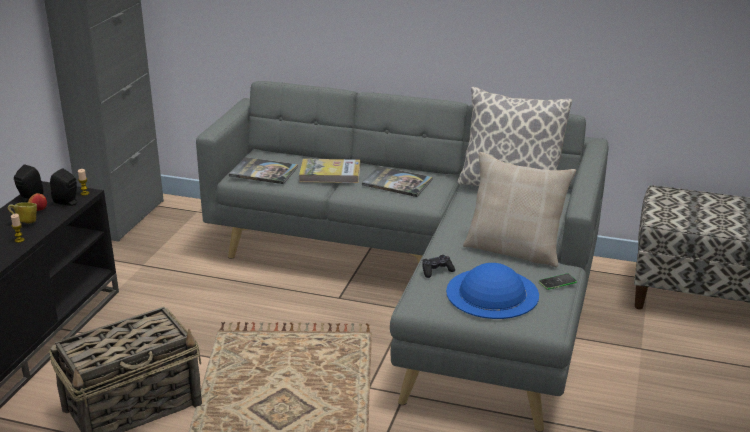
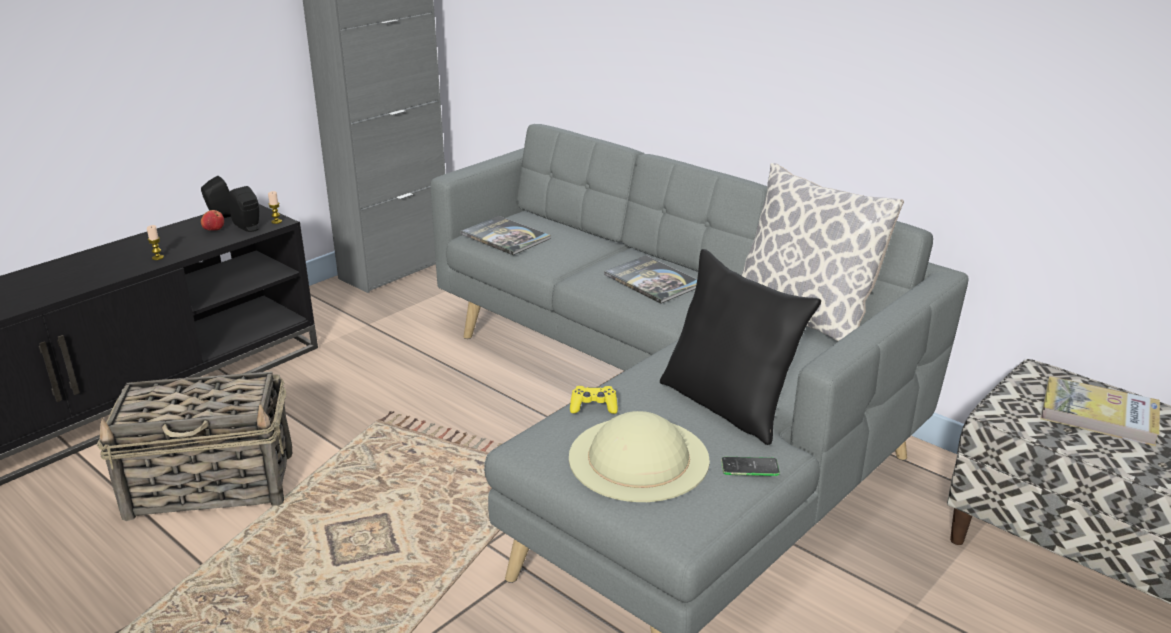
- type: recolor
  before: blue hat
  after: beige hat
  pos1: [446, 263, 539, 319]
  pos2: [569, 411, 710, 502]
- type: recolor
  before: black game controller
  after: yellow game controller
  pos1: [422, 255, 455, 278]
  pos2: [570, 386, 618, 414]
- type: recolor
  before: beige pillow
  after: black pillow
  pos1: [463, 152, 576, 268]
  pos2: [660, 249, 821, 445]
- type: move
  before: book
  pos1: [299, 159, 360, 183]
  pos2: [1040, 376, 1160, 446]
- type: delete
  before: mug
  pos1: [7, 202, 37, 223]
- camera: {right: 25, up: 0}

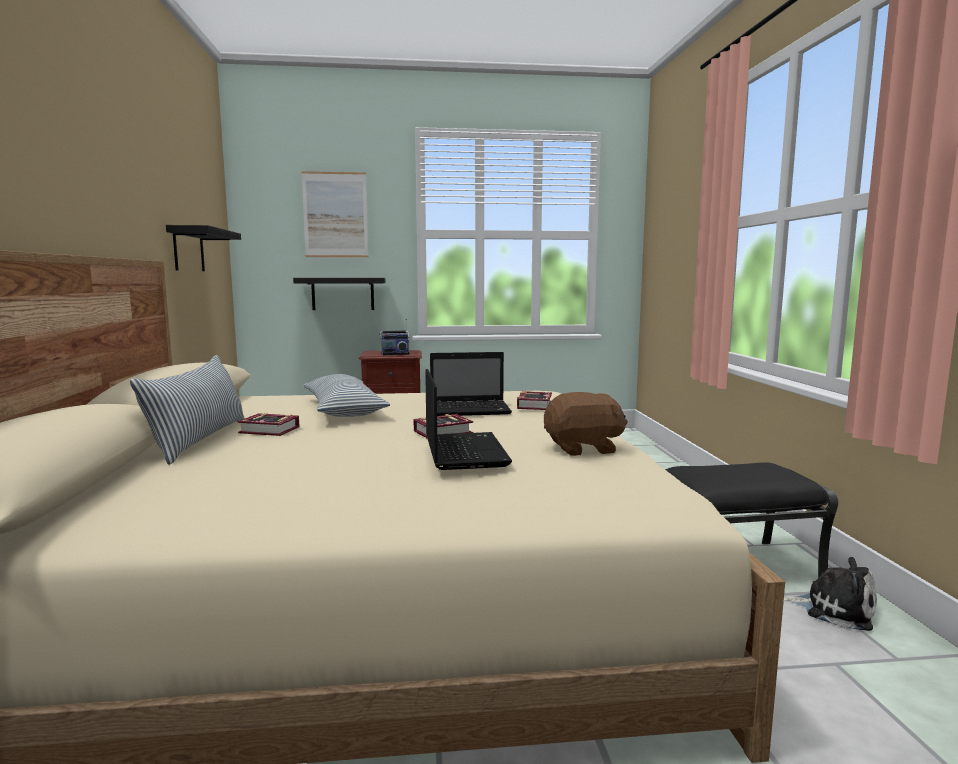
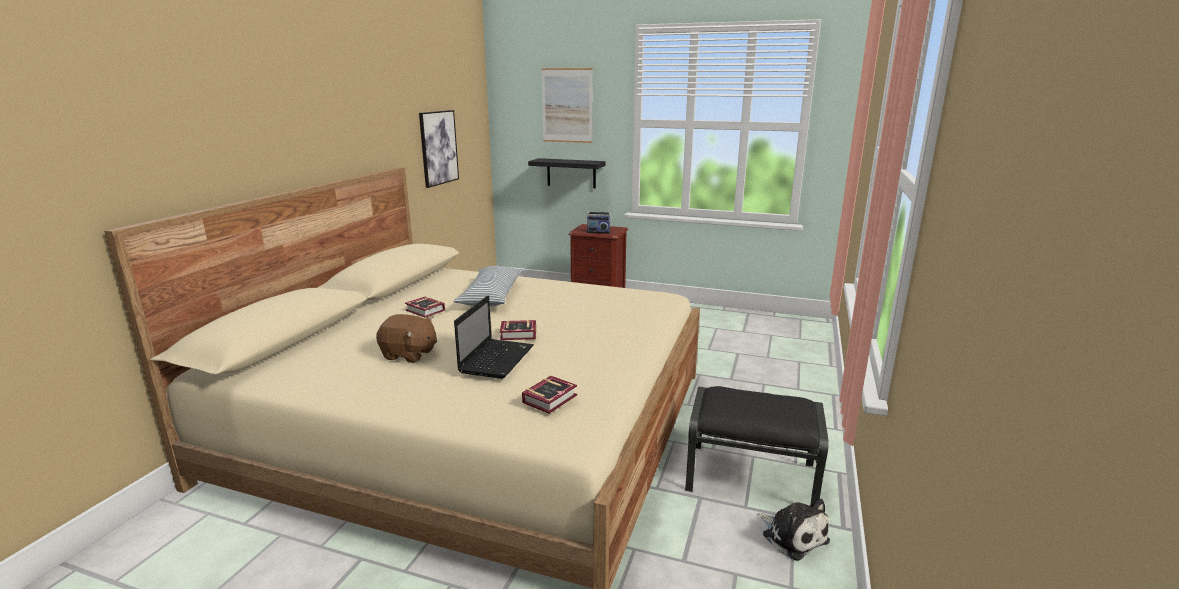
- type: move
  before: brown plush toy
  pos1: [544, 392, 628, 456]
  pos2: [376, 314, 437, 363]
- type: replace
  before: black shelf
  after: picture
  pos1: [166, 225, 241, 271]
  pos2: [419, 110, 459, 188]
- type: move
  before: book
  pos1: [517, 391, 552, 410]
  pos2: [522, 376, 577, 414]
- type: delete
  before: pillow
  pos1: [130, 355, 245, 465]
- type: delete
  before: laptop
  pos1: [430, 352, 512, 416]
- camera: {right: 25, up: 10}

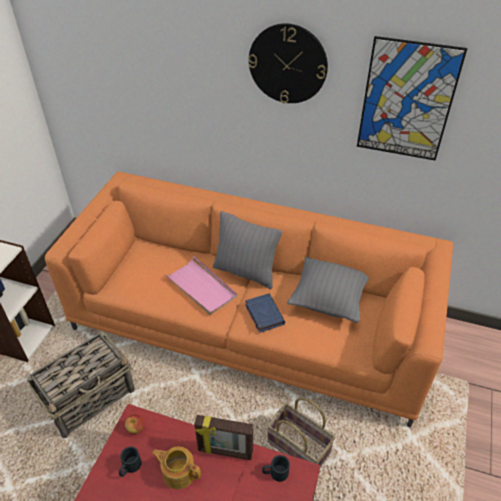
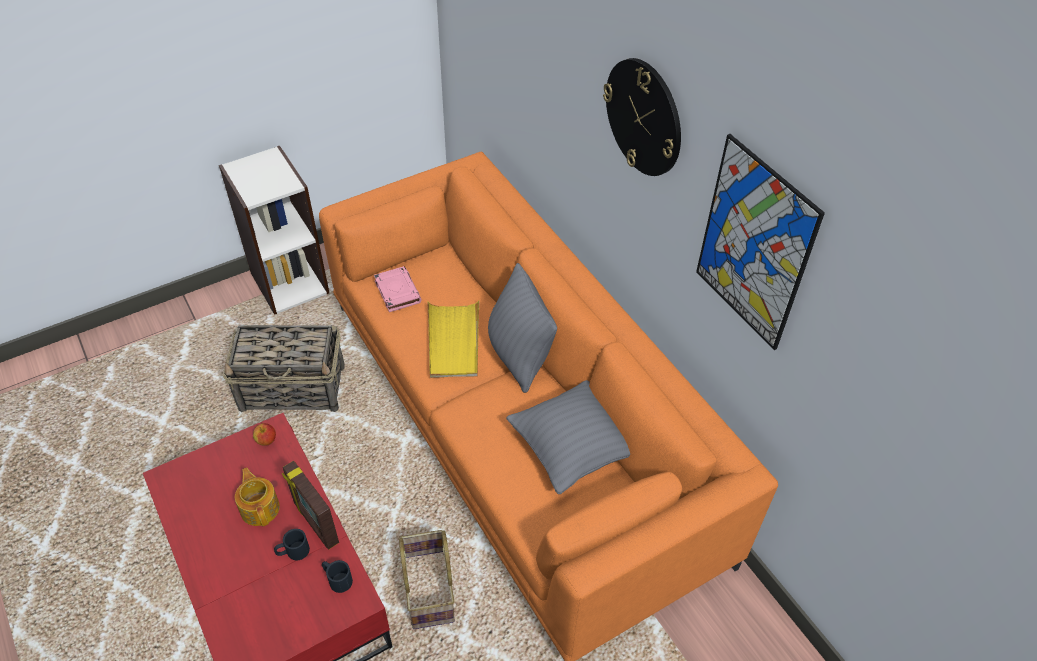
- type: move
  before: black mug
  pos1: [119, 446, 142, 477]
  pos2: [274, 529, 310, 560]
- type: insert
  after: pink book
  pos2: [374, 266, 422, 312]
- type: recolor
  before: pink tray
  after: yellow tray
  pos1: [164, 256, 237, 315]
  pos2: [428, 300, 479, 378]
- type: delete
  before: blue book
  pos1: [245, 294, 285, 333]
- camera: {right: 40, up: 5}

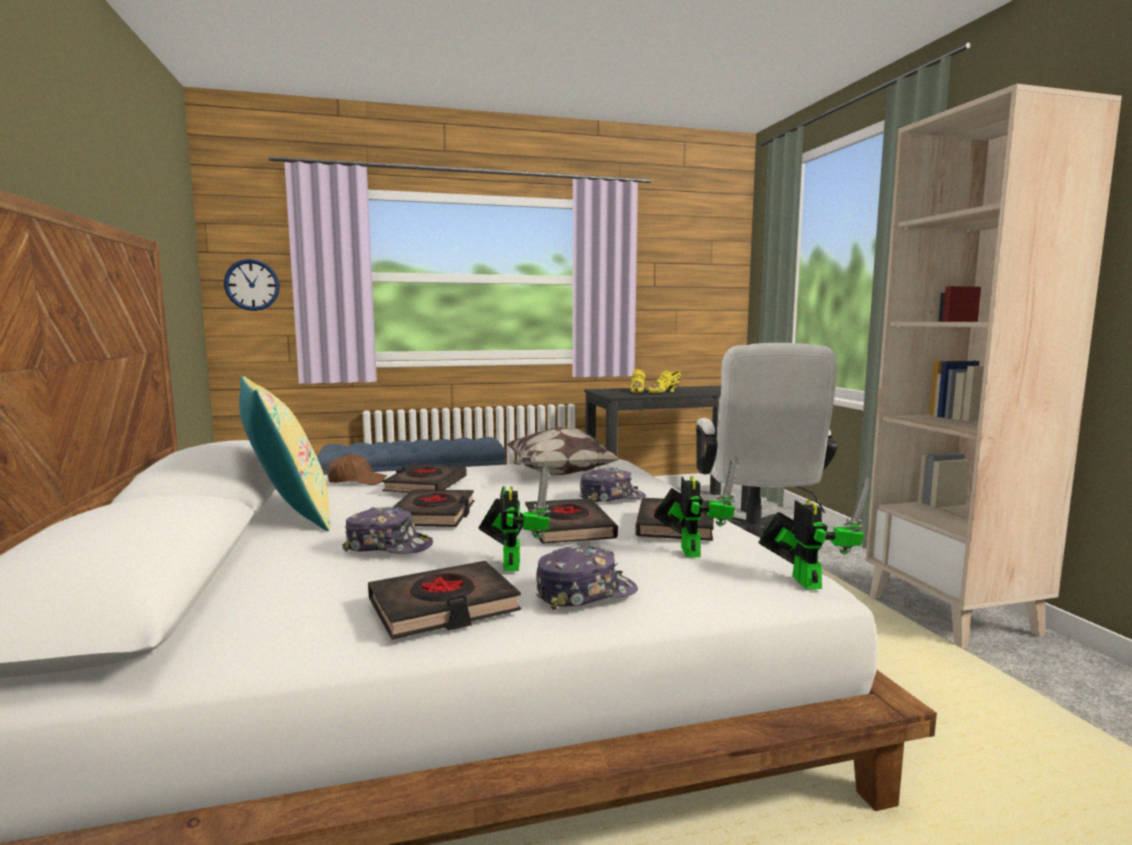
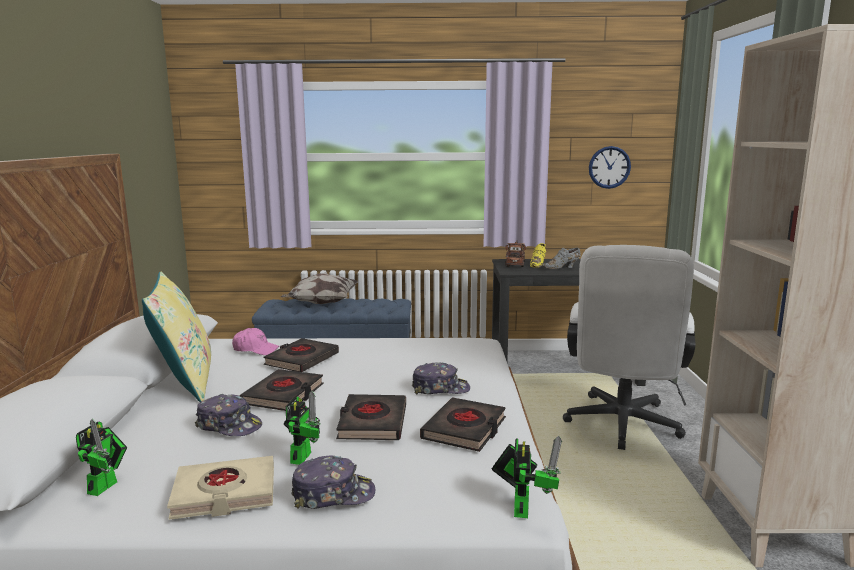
- type: move
  before: toy robot
  pos1: [654, 456, 739, 557]
  pos2: [76, 419, 127, 496]
- type: recolor
  before: black book
  after: beige book
  pos1: [368, 561, 521, 640]
  pos2: [167, 456, 274, 520]
- type: recolor
  before: brown cap
  after: pink cap
  pos1: [327, 454, 387, 485]
  pos2: [232, 328, 280, 355]
- type: move
  before: pillow
  pos1: [506, 426, 620, 476]
  pos2: [281, 273, 358, 304]
- type: insert
  after: toy truck
  pos2: [505, 241, 526, 267]
- type: recolor
  before: yellow shoe
  after: grey shoe
  pos1: [646, 370, 681, 393]
  pos2: [542, 248, 581, 269]
- type: move
  before: wall clock
  pos1: [224, 259, 280, 311]
  pos2: [589, 146, 631, 189]
- camera: {right: 15, up: 5}

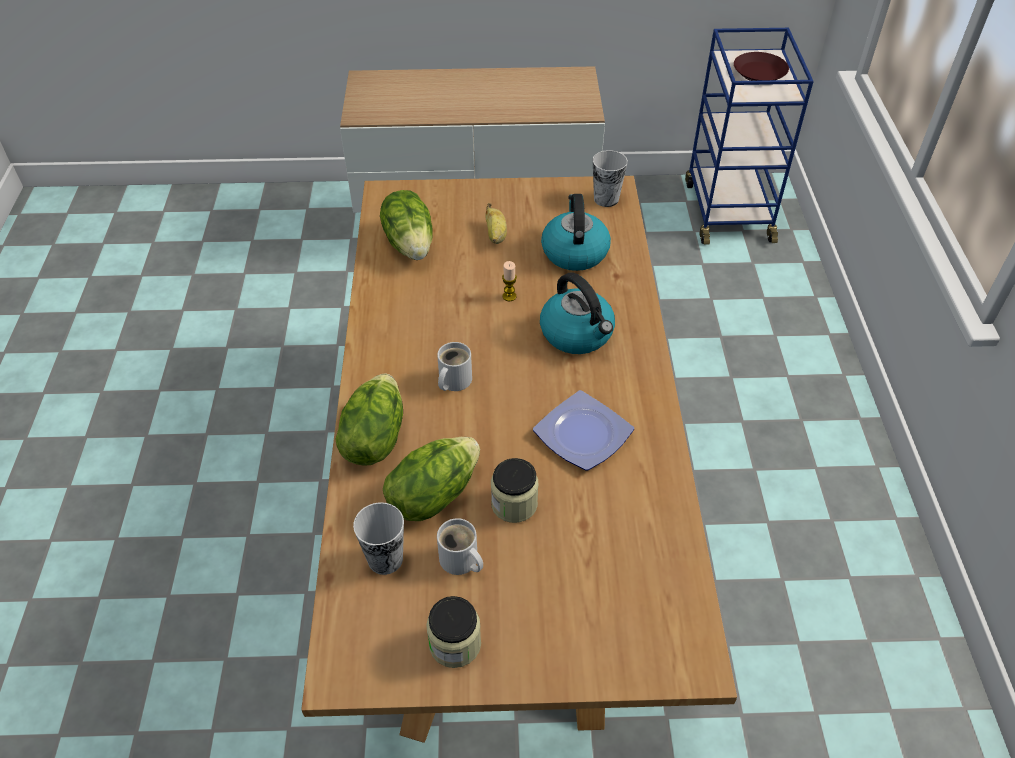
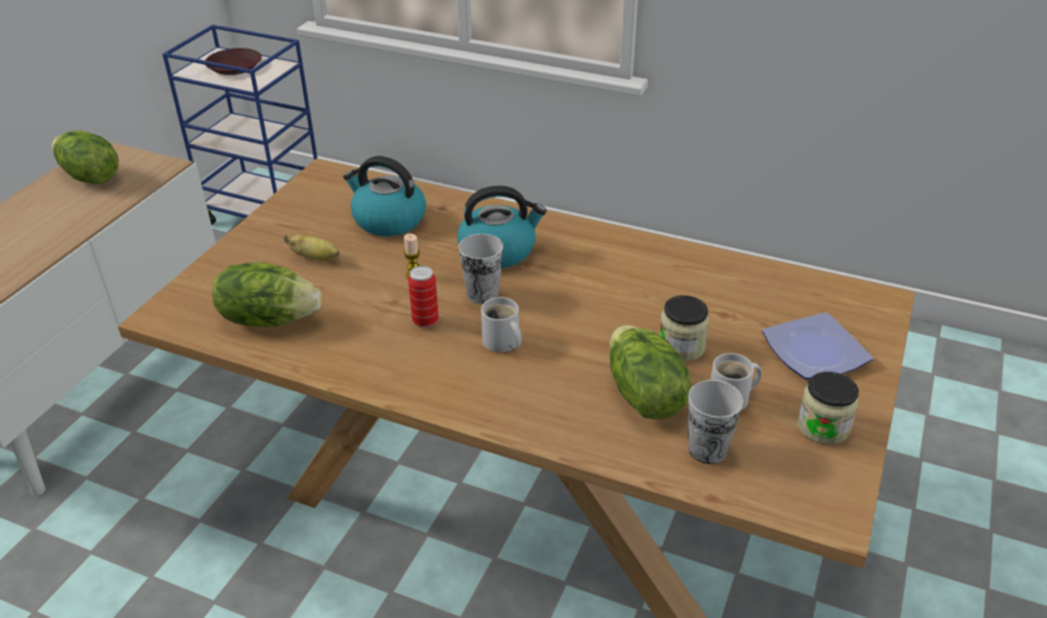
- type: move
  before: lettuce
  pos1: [335, 374, 403, 466]
  pos2: [52, 130, 119, 184]
- type: insert
  after: can
  pos2: [408, 266, 439, 328]
- type: move
  before: cup
  pos1: [593, 150, 628, 207]
  pos2: [458, 234, 503, 304]
- type: move
  before: plate
  pos1: [533, 390, 634, 471]
  pos2: [762, 312, 873, 379]
- camera: {right: -65, up: -10}

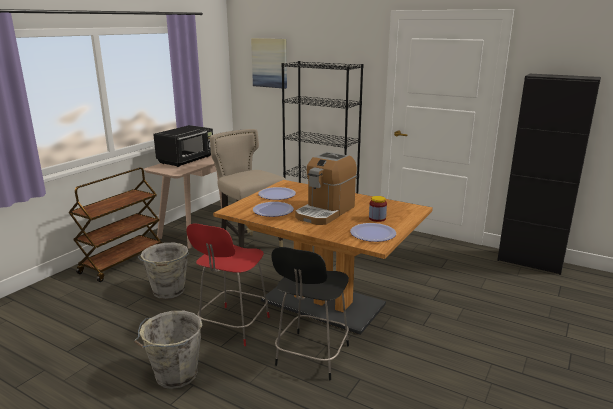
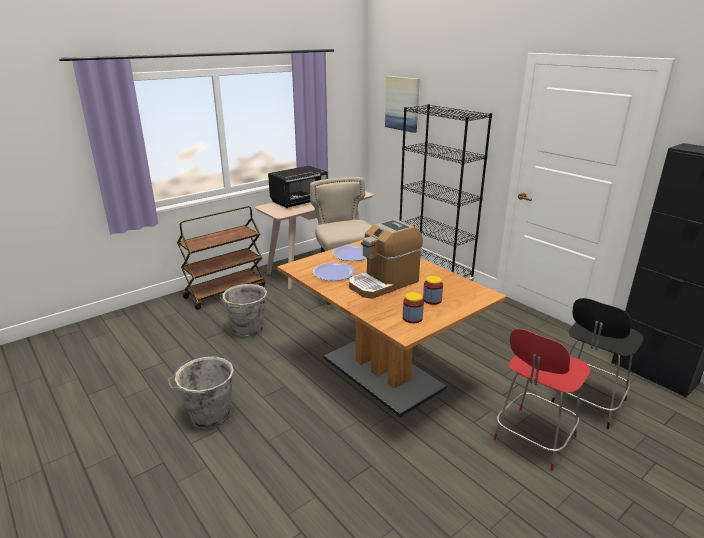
- type: replace
  before: plate
  after: jar
  pos1: [350, 223, 396, 242]
  pos2: [403, 292, 424, 323]
- type: move
  before: red chair
  pos1: [186, 224, 270, 346]
  pos2: [493, 329, 590, 471]
- type: move
  before: black chair
  pos1: [271, 247, 349, 380]
  pos2: [551, 298, 643, 429]
- camera: {right: 20, up: 5}

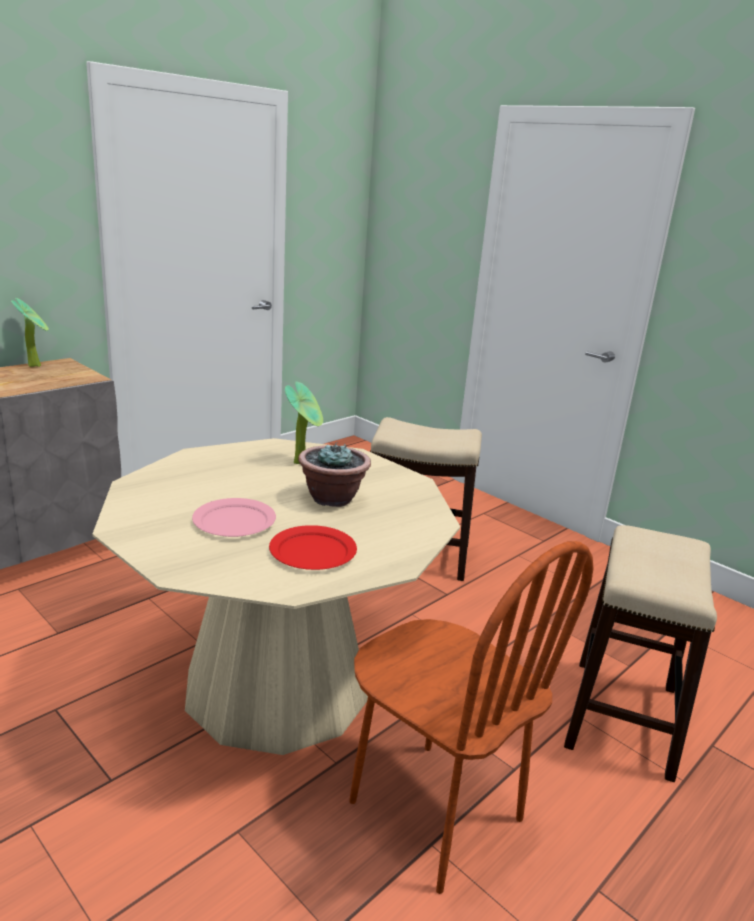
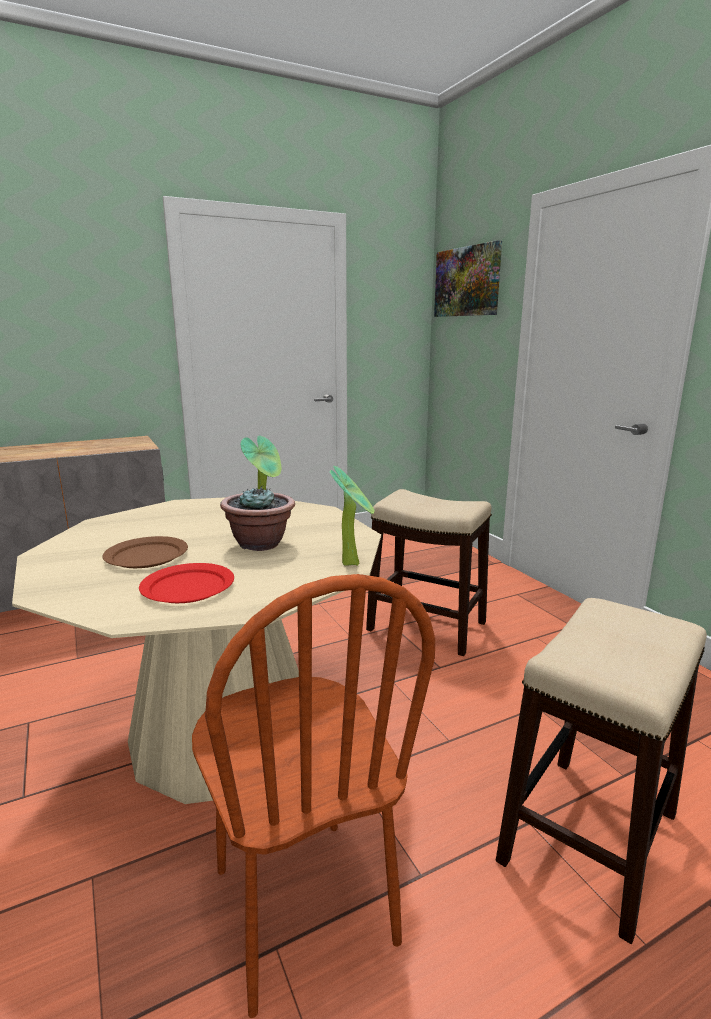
- type: recolor
  before: pink plate
  after: brown plate
  pos1: [192, 498, 276, 537]
  pos2: [103, 536, 188, 568]
- type: move
  before: potted plant
  pos1: [11, 298, 49, 367]
  pos2: [330, 466, 375, 566]
- type: insert
  after: picture
  pos2: [434, 240, 502, 317]
- camera: {right: 20, up: -5}

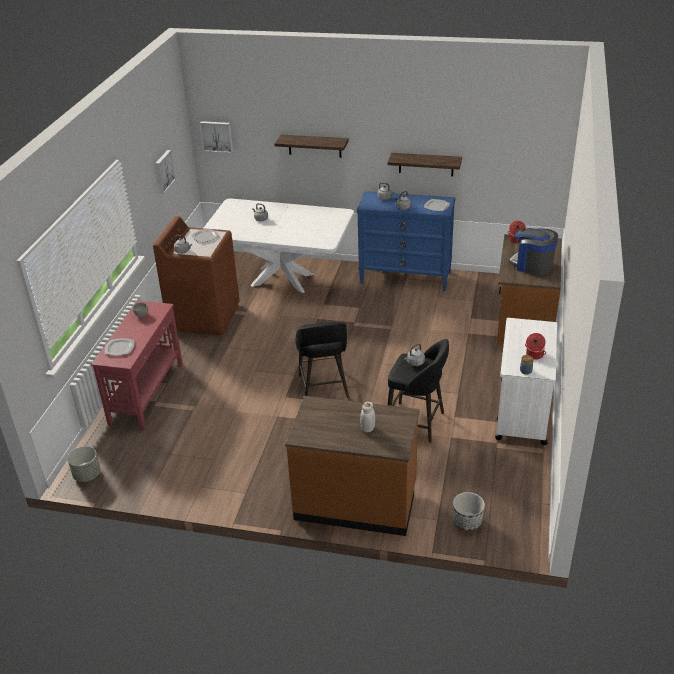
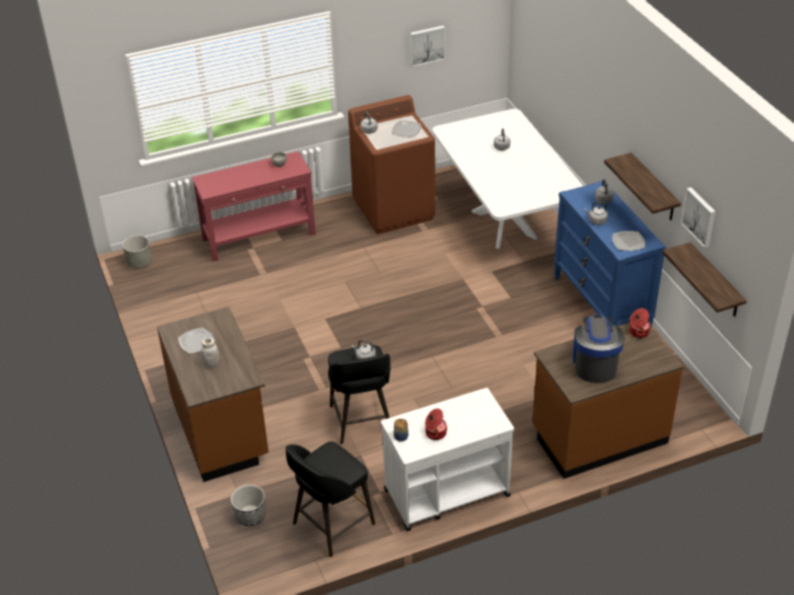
- type: move
  before: plate
  pos1: [105, 338, 134, 356]
  pos2: [178, 327, 214, 354]
- type: move
  before: black stool
  pos1: [296, 322, 349, 398]
  pos2: [286, 441, 375, 557]
- type: move
  before: shelf
  pos1: [274, 134, 349, 158]
  pos2: [662, 242, 747, 317]
- type: move
  before: picture
  pos1: [200, 121, 233, 153]
  pos2: [681, 187, 716, 248]
- camera: {right: 55, up: 5}

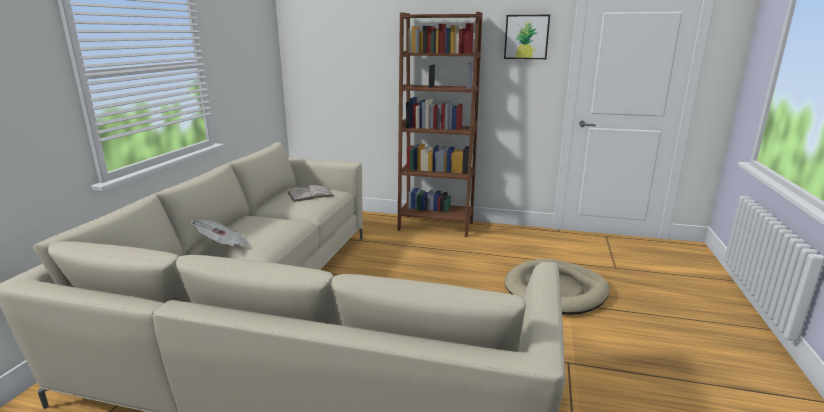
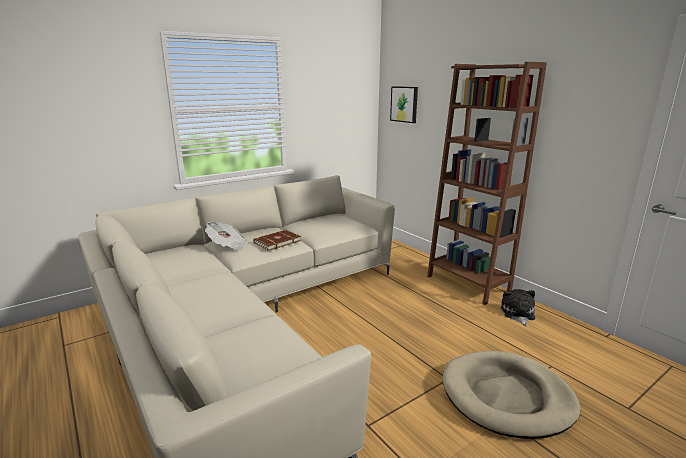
- type: insert
  after: brown book
  pos2: [253, 230, 301, 251]
- type: move
  before: picture
  pos1: [504, 15, 550, 59]
  pos2: [390, 86, 418, 123]
- type: insert
  after: plush toy
  pos2: [501, 289, 535, 327]
- type: delete
  before: white book
  pos1: [288, 185, 334, 202]
- camera: {right: 40, up: 0}

